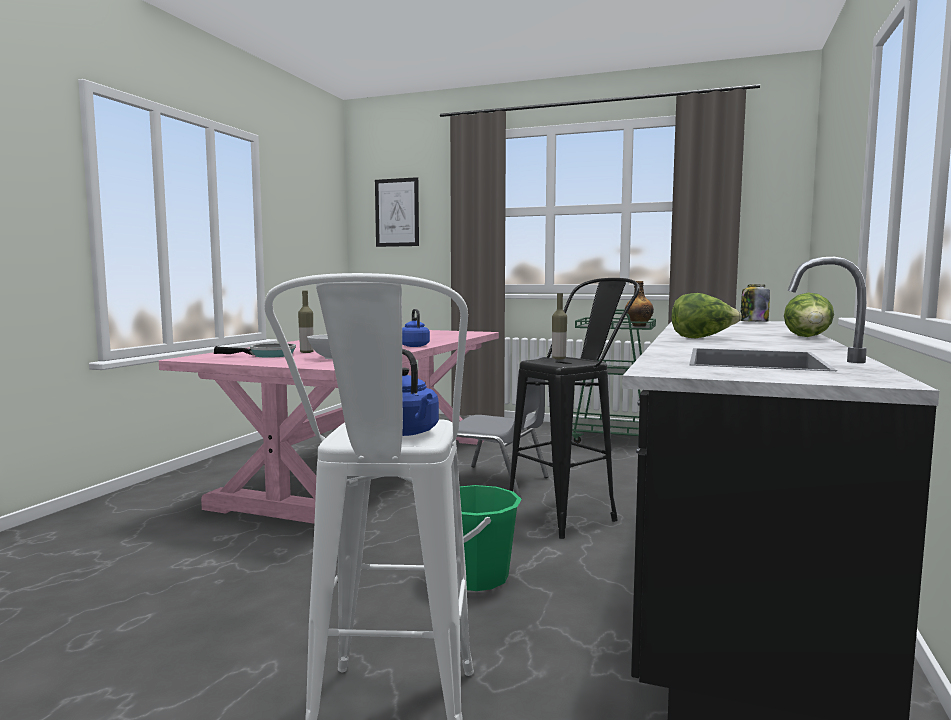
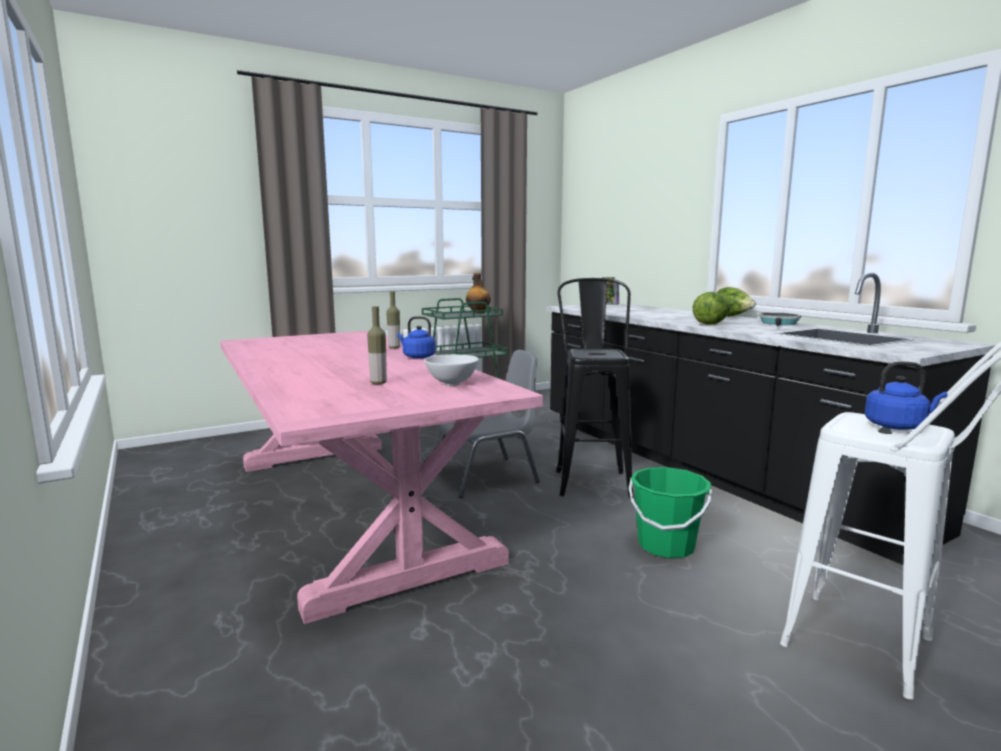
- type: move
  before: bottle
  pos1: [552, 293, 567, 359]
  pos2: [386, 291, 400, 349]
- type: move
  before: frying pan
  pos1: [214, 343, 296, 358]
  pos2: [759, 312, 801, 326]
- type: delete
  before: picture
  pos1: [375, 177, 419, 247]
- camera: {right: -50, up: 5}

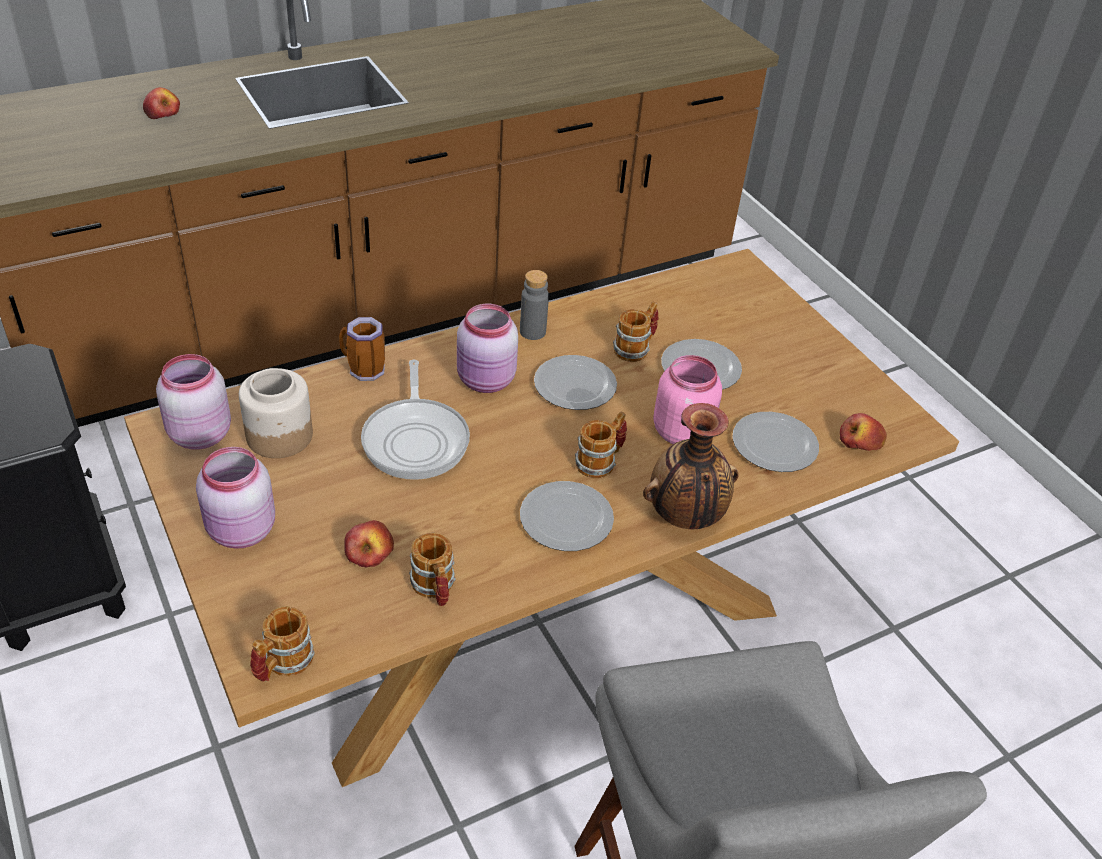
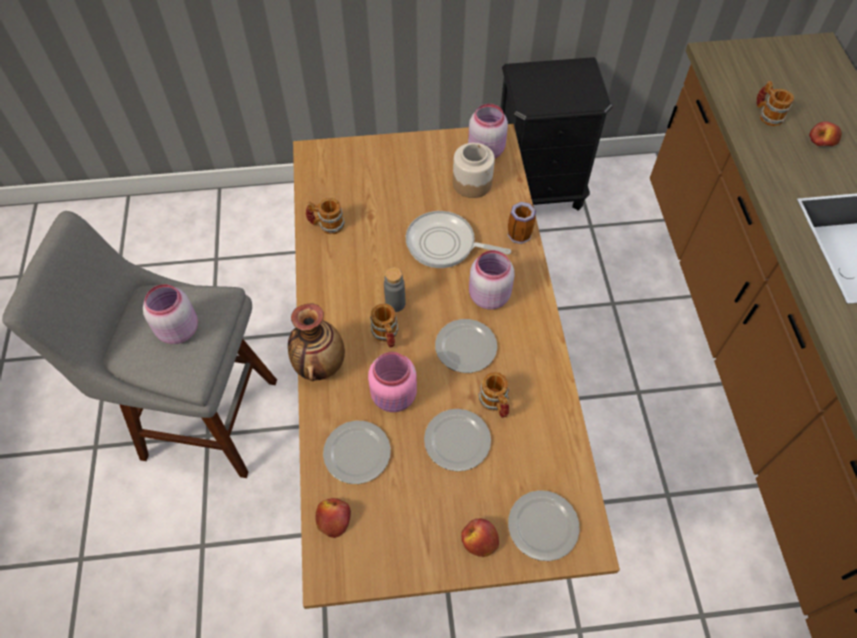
- type: move
  before: pink jar
  pos1: [196, 447, 275, 549]
  pos2: [143, 284, 198, 344]
- type: move
  before: grey bottle
  pos1: [520, 270, 549, 340]
  pos2: [384, 267, 405, 312]
- type: move
  before: apple
  pos1: [344, 520, 394, 568]
  pos2: [461, 519, 499, 557]
- type: move
  before: plate
  pos1: [520, 481, 614, 551]
  pos2: [508, 490, 580, 561]
- type: move
  before: mug
  pos1: [250, 606, 315, 682]
  pos2: [756, 81, 794, 126]
- camera: {right: 115, up: 15}

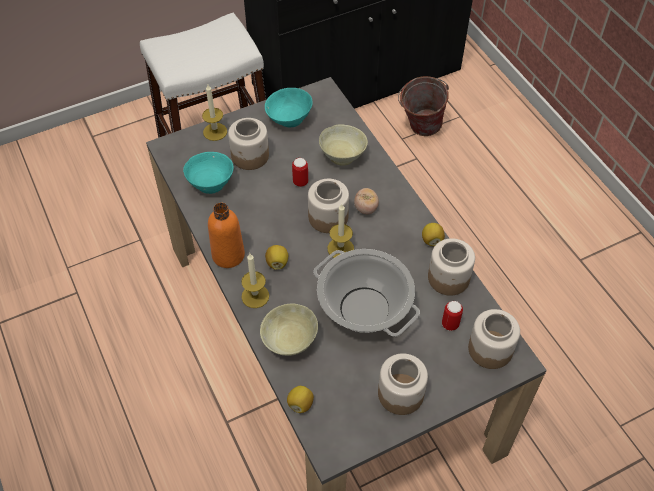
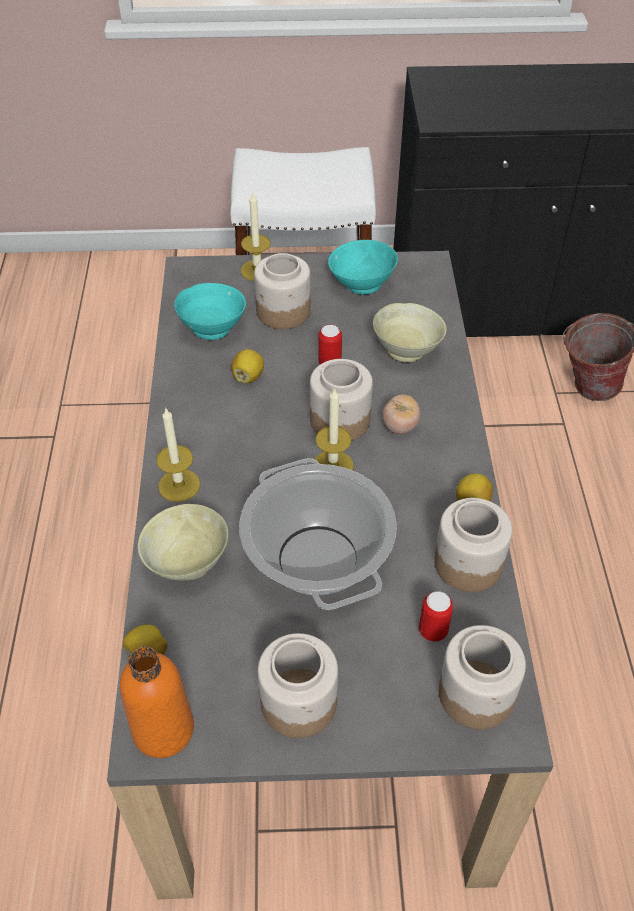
- type: move
  before: orange bottle
  pos1: [208, 203, 245, 268]
  pos2: [120, 646, 194, 758]
- type: move
  before: lemon
  pos1: [265, 245, 288, 270]
  pos2: [231, 349, 264, 383]
- camera: {right: 25, up: -5}

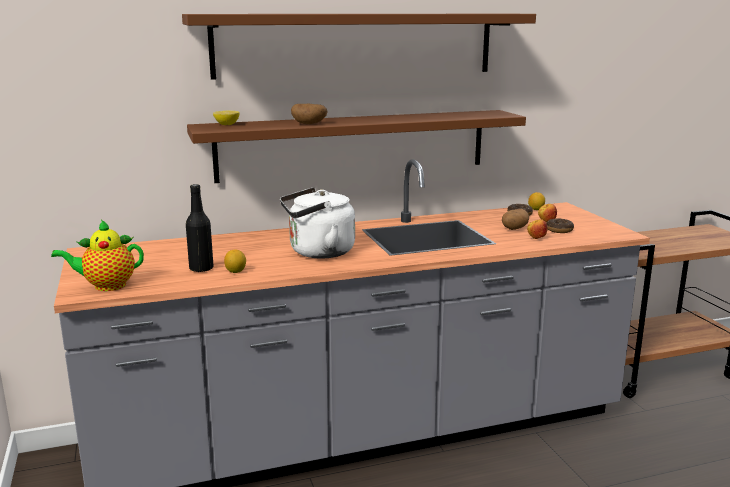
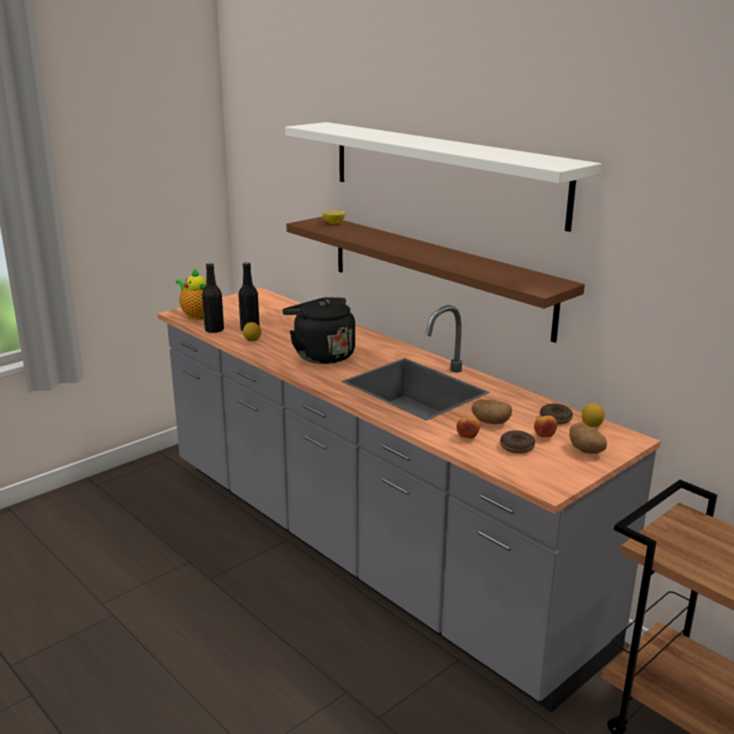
- type: insert
  after: black bottle
  pos2: [202, 263, 224, 333]
- type: recolor
  before: white kettle
  after: black kettle
  pos1: [280, 187, 355, 259]
  pos2: [282, 297, 355, 364]
- type: recolor
  before: brown shelf
  after: white shelf
  pos1: [182, 14, 536, 80]
  pos2: [285, 122, 602, 232]
- type: move
  before: potato
  pos1: [291, 104, 328, 124]
  pos2: [569, 423, 607, 454]
- camera: {right: 65, up: 5}

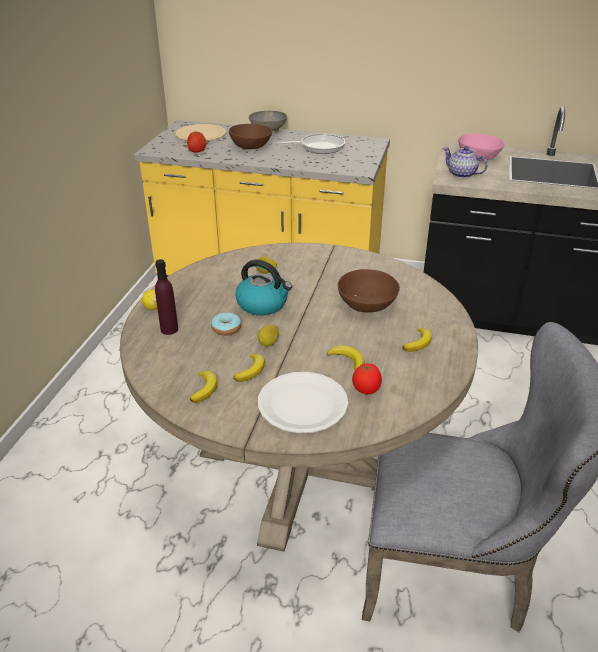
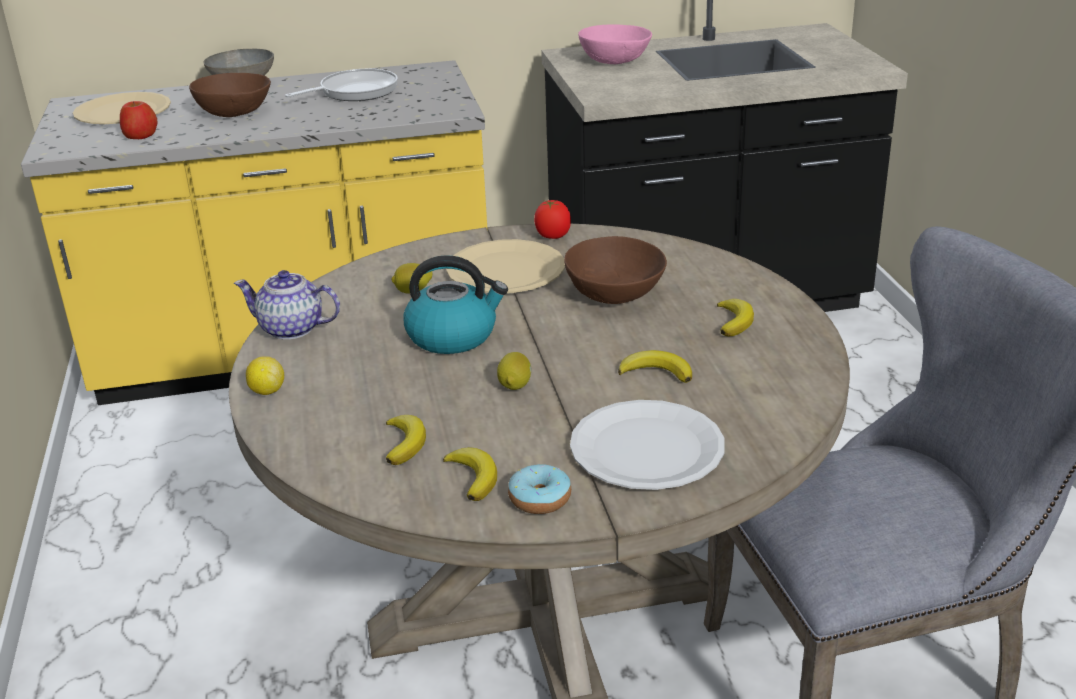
- type: move
  before: teapot
  pos1: [443, 146, 488, 178]
  pos2: [234, 270, 340, 340]
- type: move
  before: banana
  pos1: [233, 354, 265, 382]
  pos2: [386, 415, 426, 465]
- type: insert
  after: beige plate
  pos2: [446, 239, 565, 293]
- type: move
  before: donut
  pos1: [211, 312, 241, 336]
  pos2: [508, 464, 571, 514]
- type: move
  before: tomato
  pos1: [352, 363, 382, 395]
  pos2: [534, 200, 571, 239]
- type: delete
  before: purple bottle
  pos1: [155, 259, 178, 335]
- camera: {right: -25, up: -5}

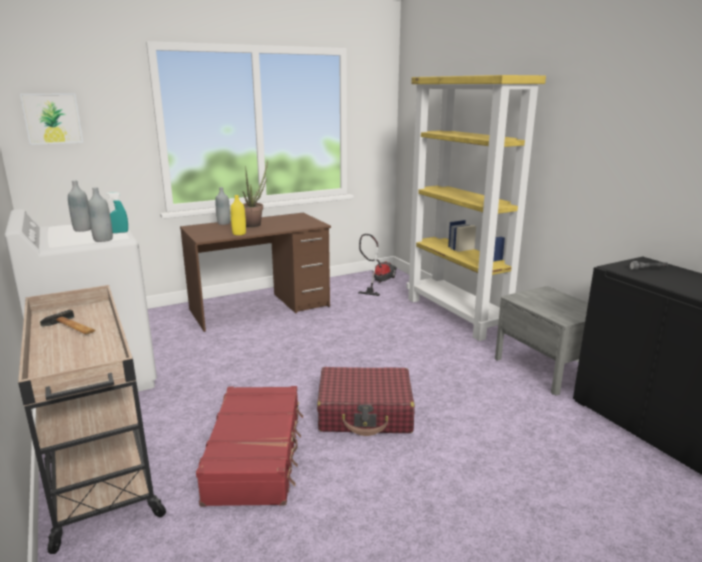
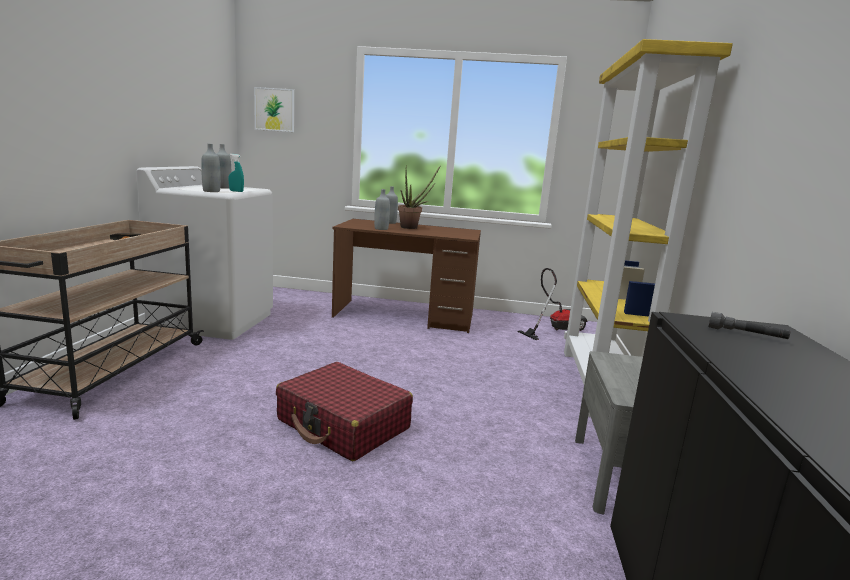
- type: recolor
  before: yellow bottle
  after: grey bottle
  pos1: [230, 195, 246, 235]
  pos2: [374, 189, 390, 230]
- type: delete
  before: red suitcase
  pos1: [196, 386, 303, 506]
- camera: {right: 35, up: -5}

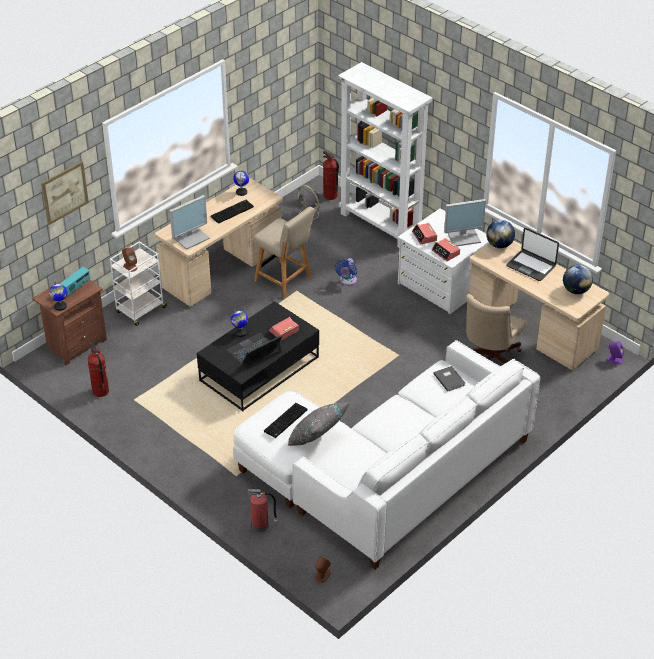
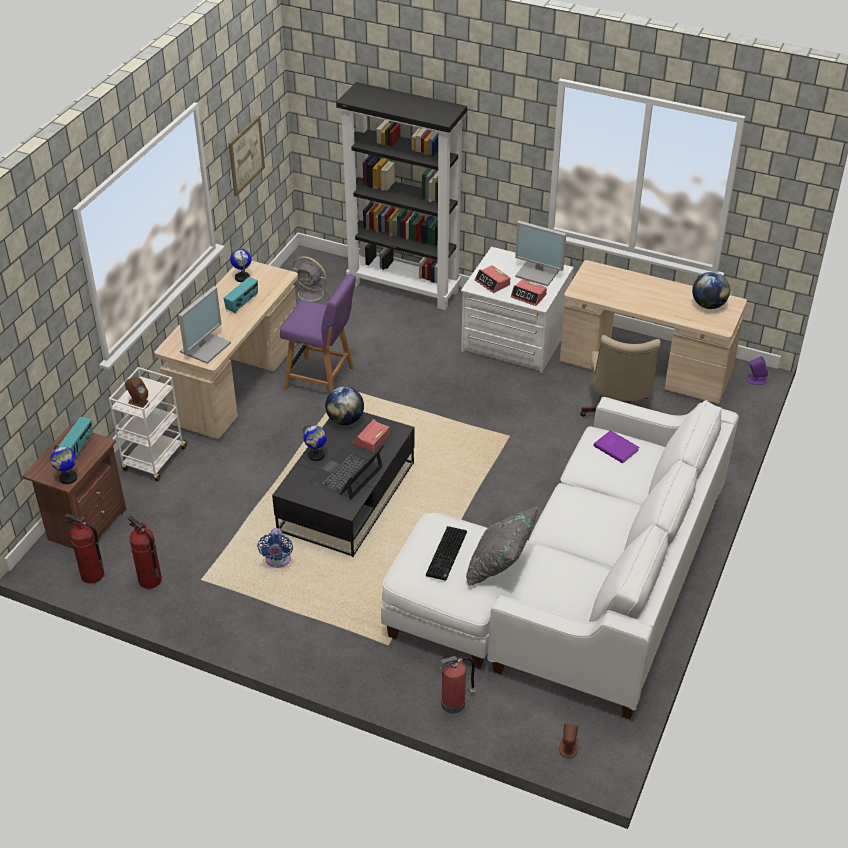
- type: move
  before: fire extinguisher
  pos1: [323, 151, 339, 200]
  pos2: [65, 513, 104, 583]
- type: replace
  before: keyboard
  after: radio
  pos1: [211, 200, 254, 224]
  pos2: [224, 277, 258, 313]
- type: move
  before: picture
  pos1: [41, 161, 89, 225]
  pos2: [228, 115, 265, 196]
- type: move
  before: blue fan
  pos1: [335, 258, 357, 286]
  pos2: [257, 528, 293, 568]
- type: recolor
  before: beige chair
  after: purple chair
  pos1: [253, 207, 315, 298]
  pos2: [280, 274, 356, 394]
- type: move
  before: globe
  pos1: [486, 220, 515, 248]
  pos2: [325, 386, 364, 425]
- type: recolor
  before: white bookcase
  after: black bookcase
  pos1: [338, 62, 433, 247]
  pos2: [336, 82, 467, 310]
- type: rotate
  before: monitor
  pos1: [444, 199, 486, 246]
  pos2: [515, 221, 566, 286]
  turn: 60
- type: recolor
  before: grey book
  after: purple book
  pos1: [433, 366, 465, 392]
  pos2: [593, 430, 639, 463]
- type: delete
  before: laptop
  pos1: [506, 228, 559, 281]
- camera: {right: -20, up: 0}

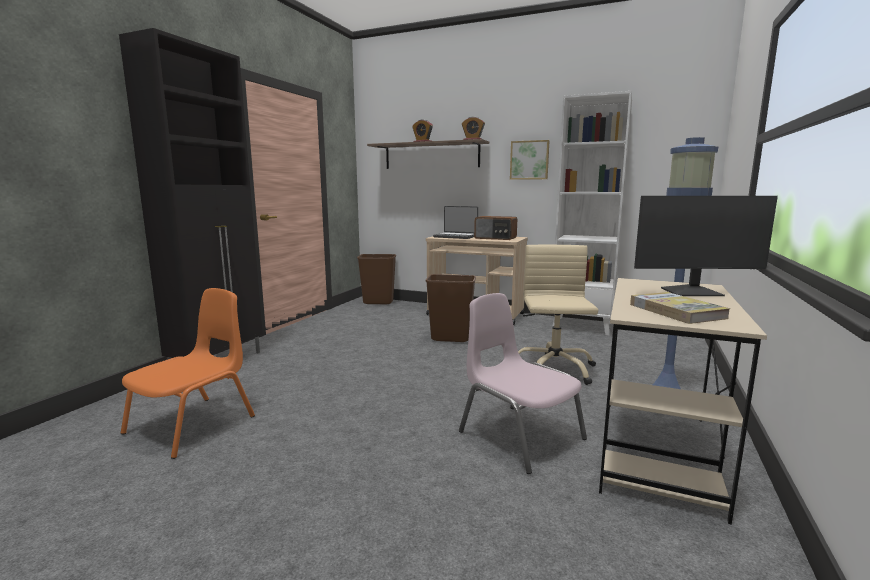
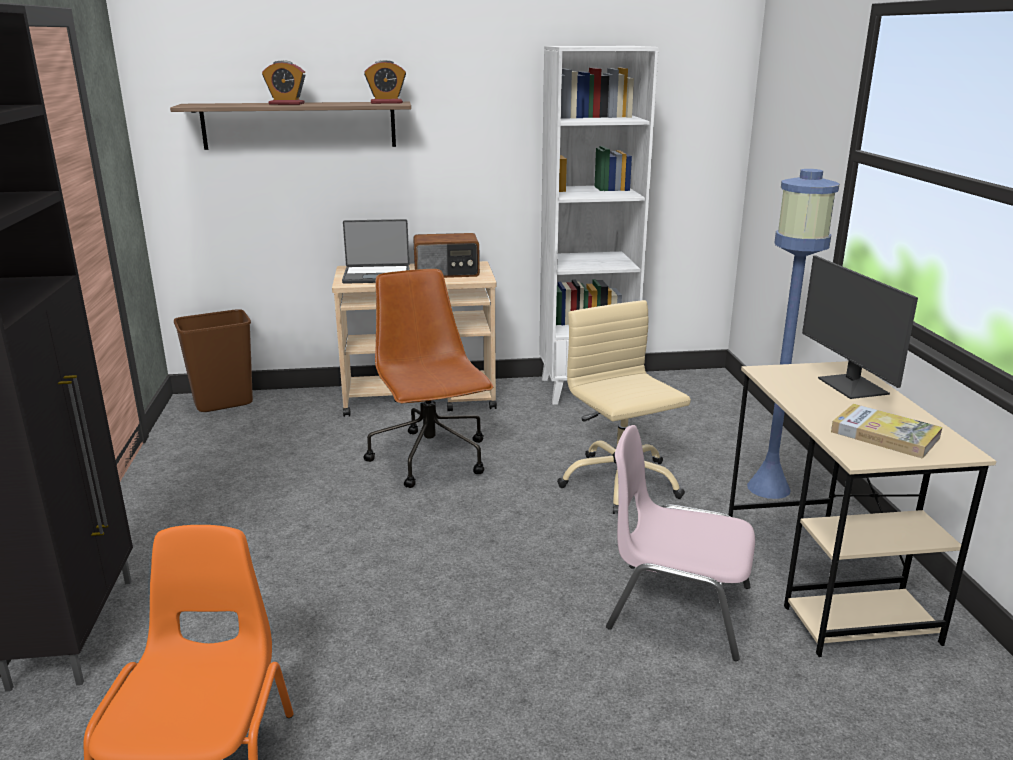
- type: replace
  before: brown trash can
  after: brown office chair
  pos1: [426, 274, 476, 342]
  pos2: [363, 269, 494, 488]
- type: rotate
  before: monitor
  pos1: [634, 196, 778, 296]
  pos2: [802, 256, 918, 399]
  turn: 105
- type: delete
  before: picture
  pos1: [510, 140, 550, 180]
- camera: {right: -30, up: 10}

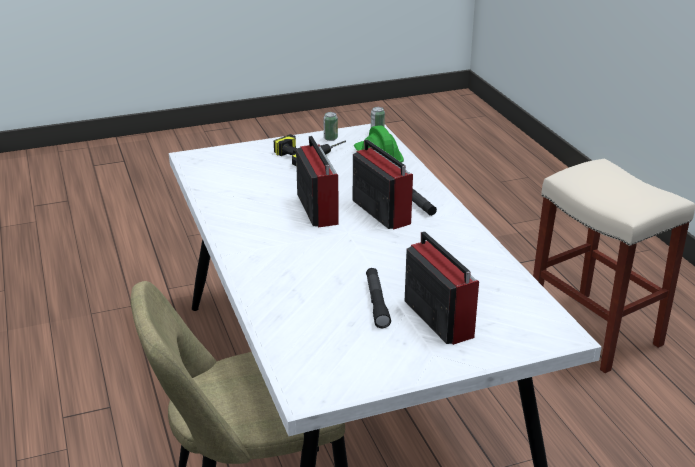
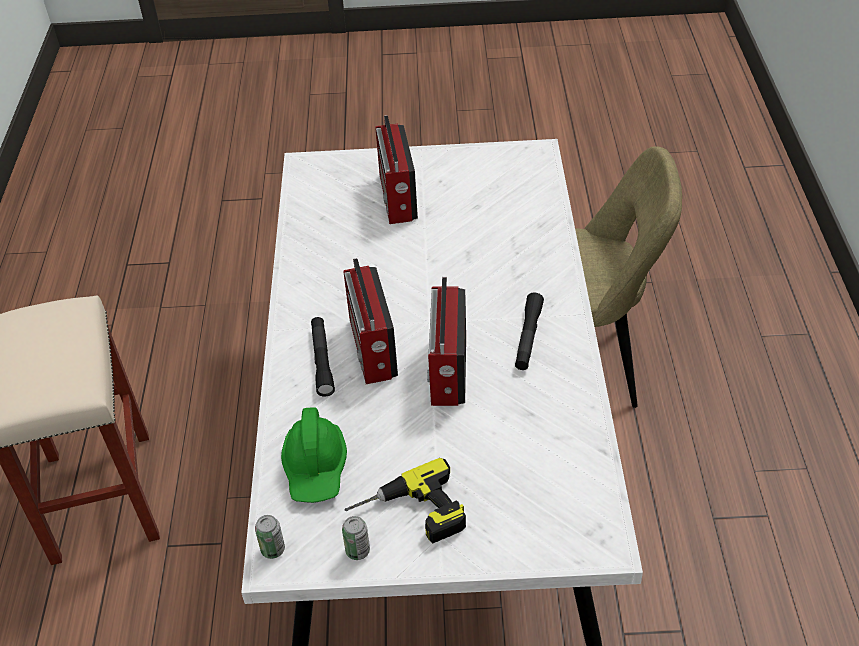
- type: move
  before: black flashlight
  pos1: [366, 268, 391, 328]
  pos2: [515, 293, 544, 370]
- camera: {right: -160, up: 15}

